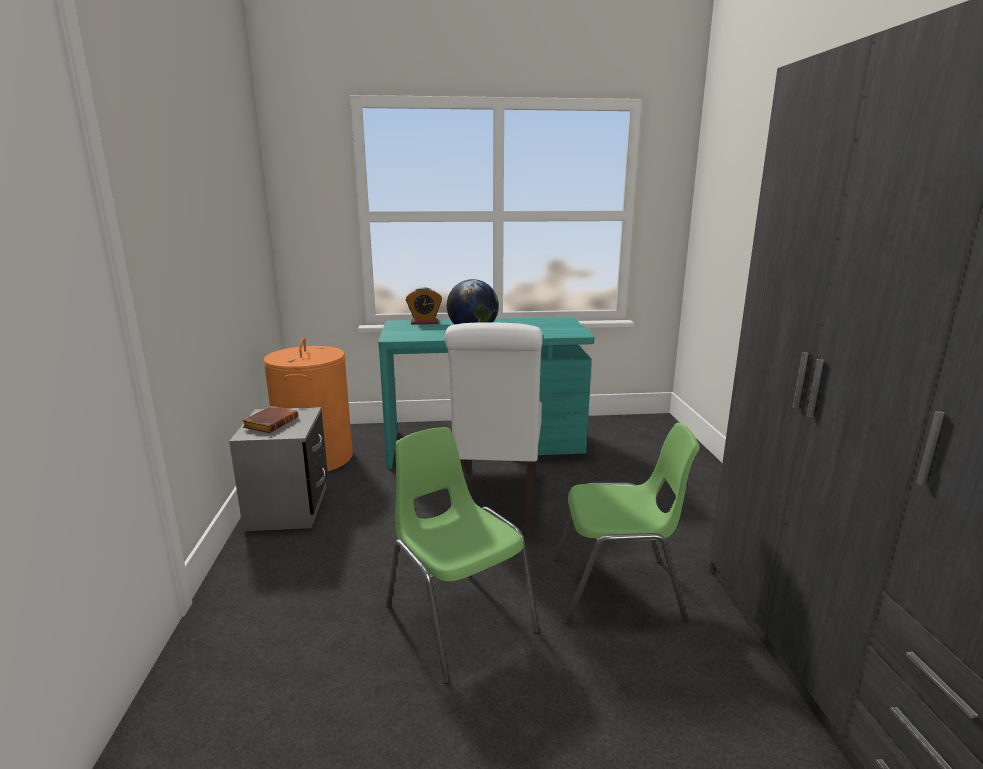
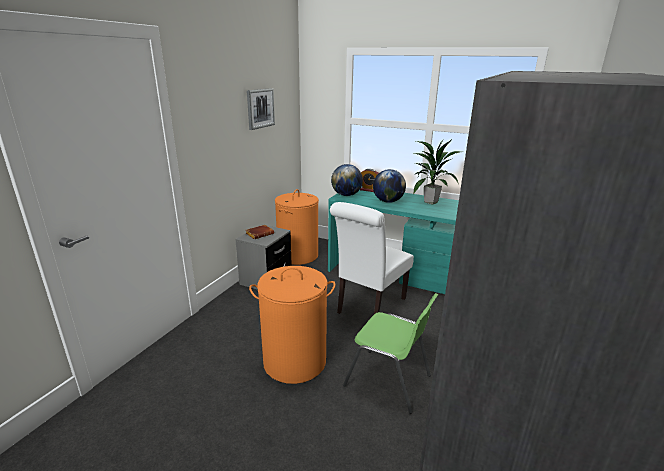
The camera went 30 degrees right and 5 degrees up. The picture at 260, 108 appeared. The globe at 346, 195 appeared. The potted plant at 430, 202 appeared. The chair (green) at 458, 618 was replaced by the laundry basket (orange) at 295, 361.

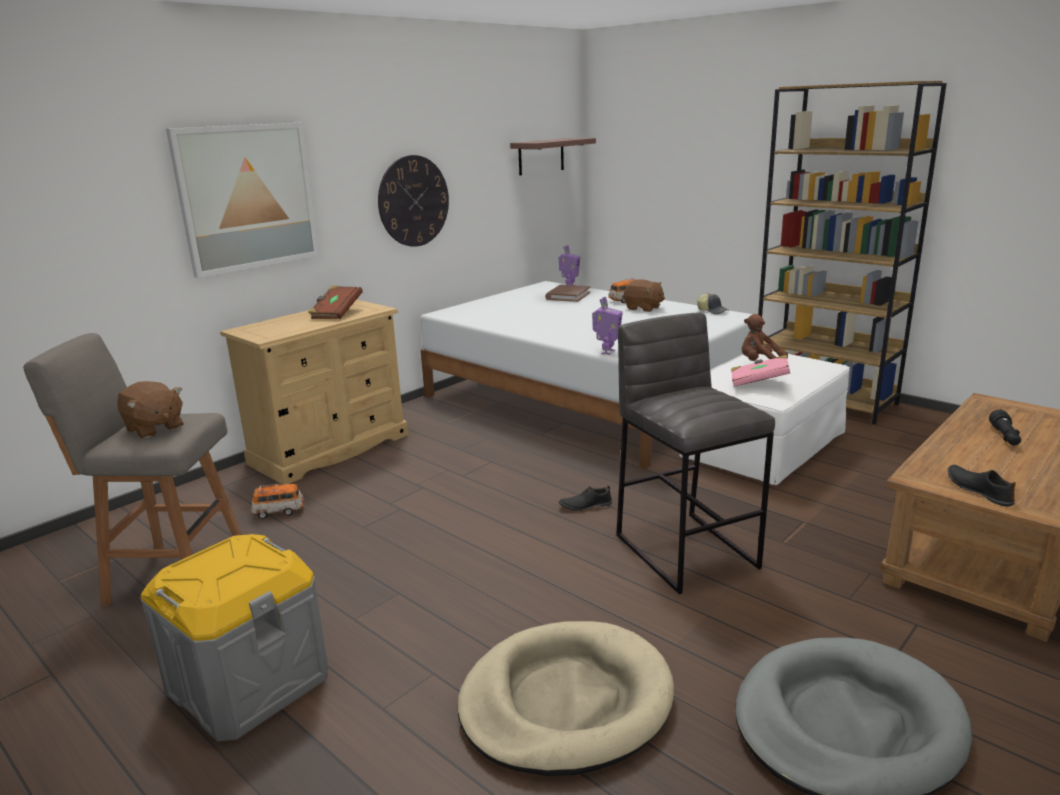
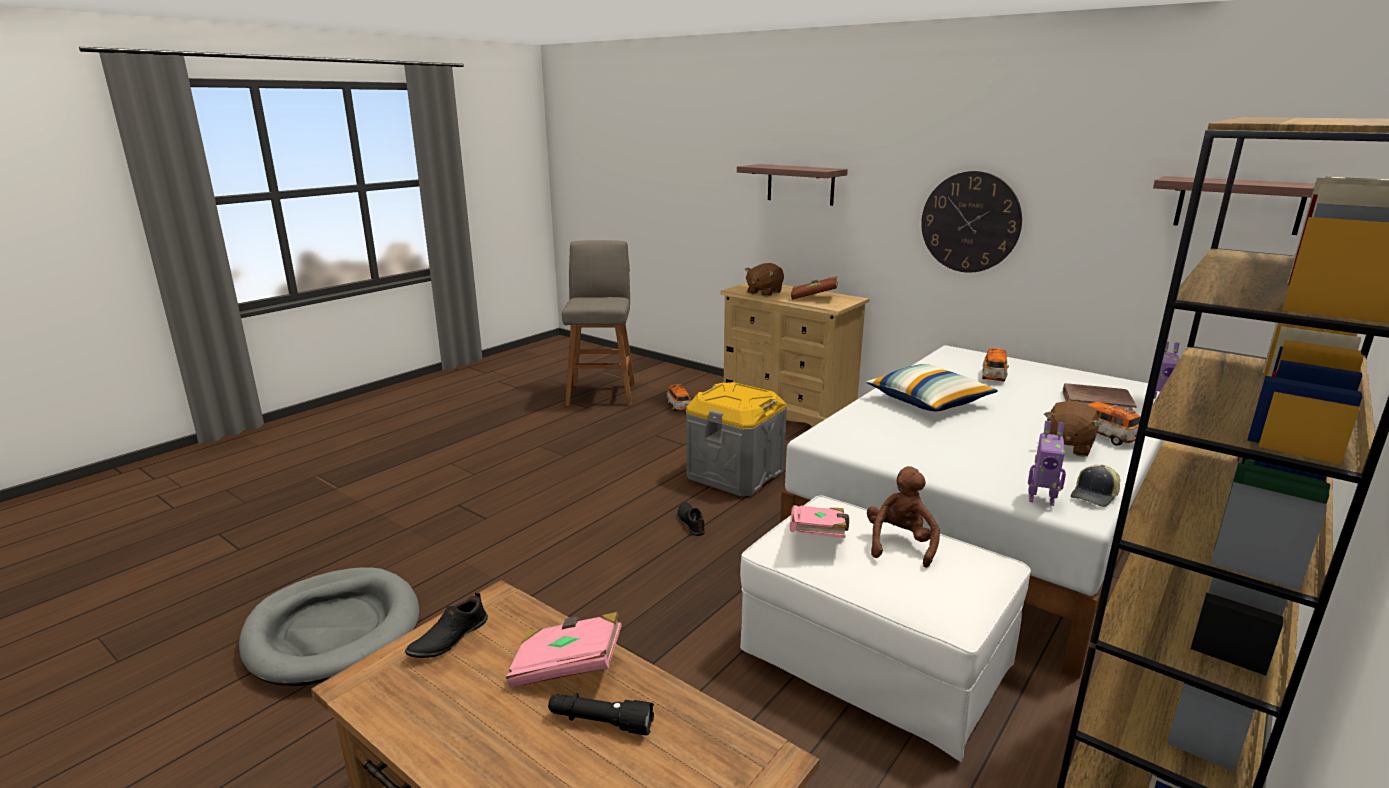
The camera went 85 degrees right and 0 degrees up. The dog bed (beige) at 565, 702 disappeared. The stool (grey) at 686, 550 disappeared. The book (pink) at 567, 667 appeared. The pillow at 929, 402 appeared. The toy car at 993, 377 appeared. The plush toy (brown) moved from 154, 428 to 764, 292. The storage box (grey) moved from 249, 683 to 735, 474. The toy robot moved from 607, 352 to 1041, 499. The picture at 247, 197 was replaced by the shelf at 800, 184. The shoe (black) at 978, 490 turned 150 degrees clockwise.

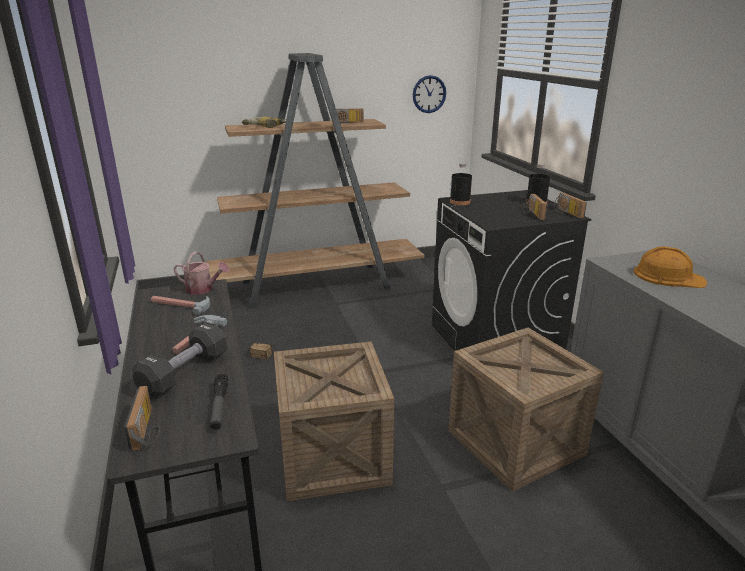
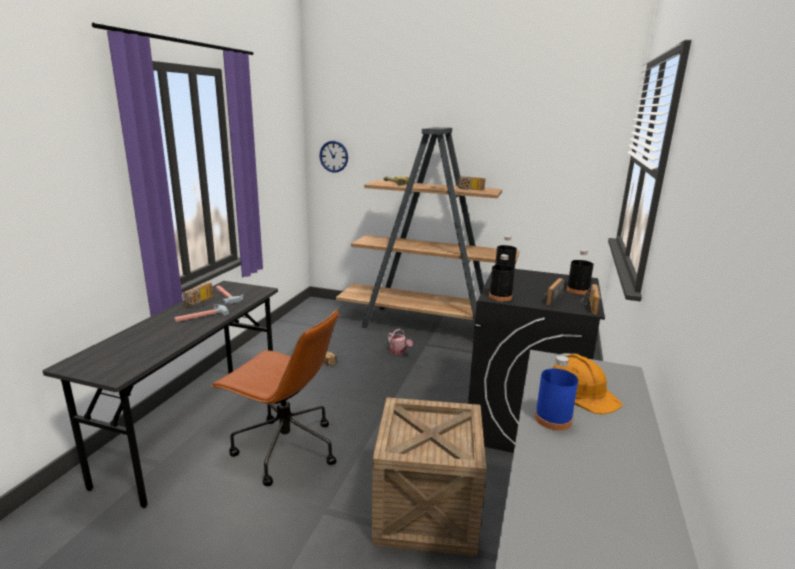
The camera went 35 degrees right and 5 degrees down. The dumbbell (black) at 184, 373 disappeared. The flashlight at 219, 407 disappeared. The bottle (black) at 500, 297 appeared. The bottle (blue) at 553, 419 appeared. The radio moved from 148, 429 to 200, 302. The watering can moved from 203, 289 to 398, 351. The wall clock moved from 429, 94 to 334, 156. The crate at 333, 456 was replaced by the office chair (brown) at 284, 449.

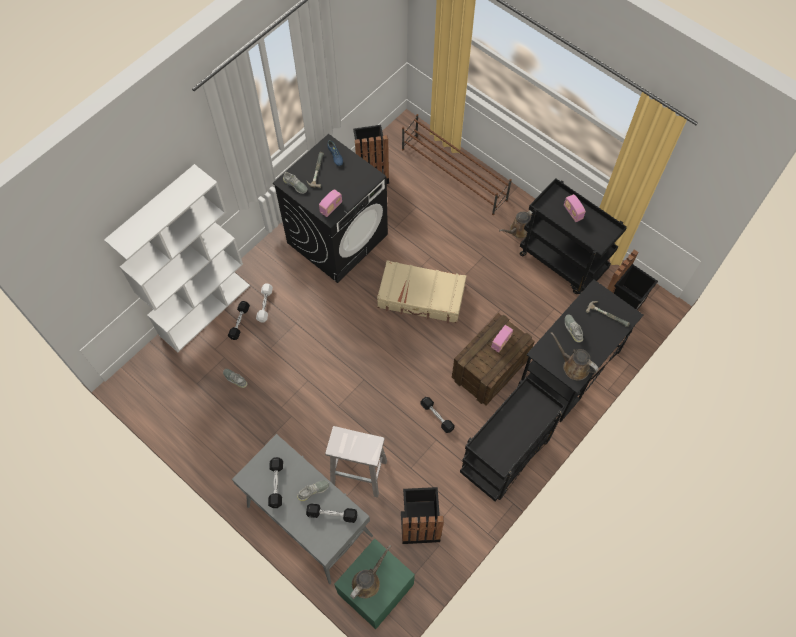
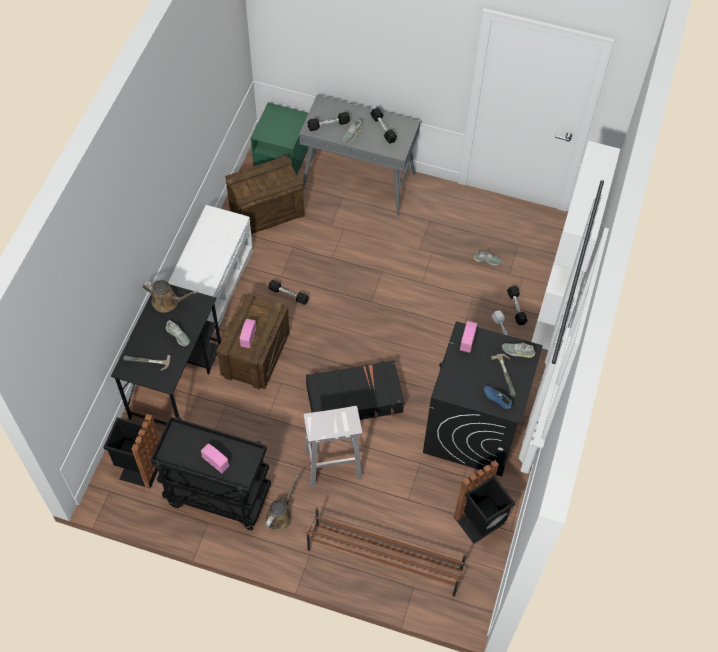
The camera went 155 degrees right and 5 degrees down. The watering can (brown) at 368, 581 disappeared. The stool (white) moved from 359, 473 to 332, 465. The trash can (black) at 419, 524 was replaced by the crate at 267, 210. The cart (black) at 505, 458 was replaced by the bench (white) at 212, 283. The suitcase (beige) at 421, 297 became the suitcase (black) at 354, 398.

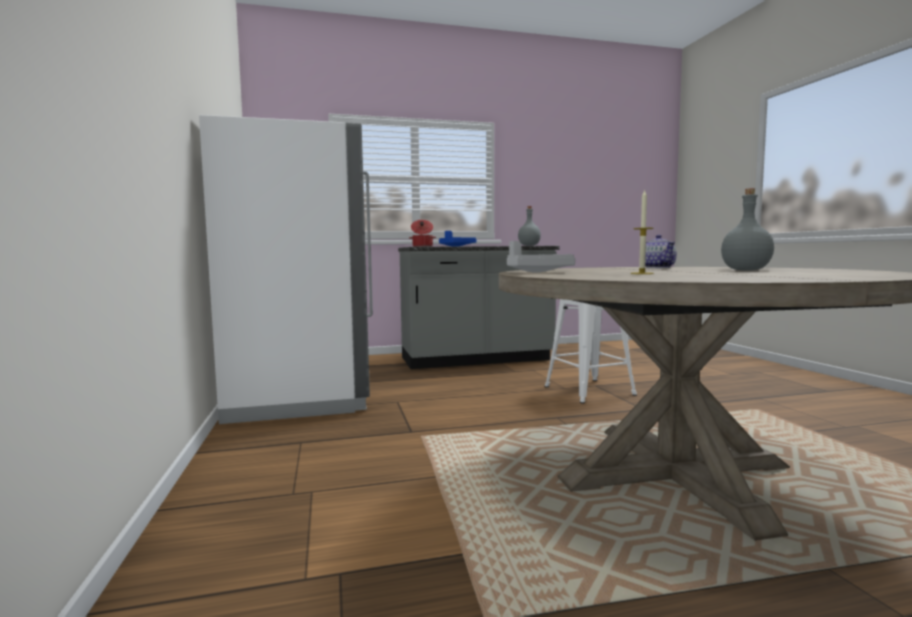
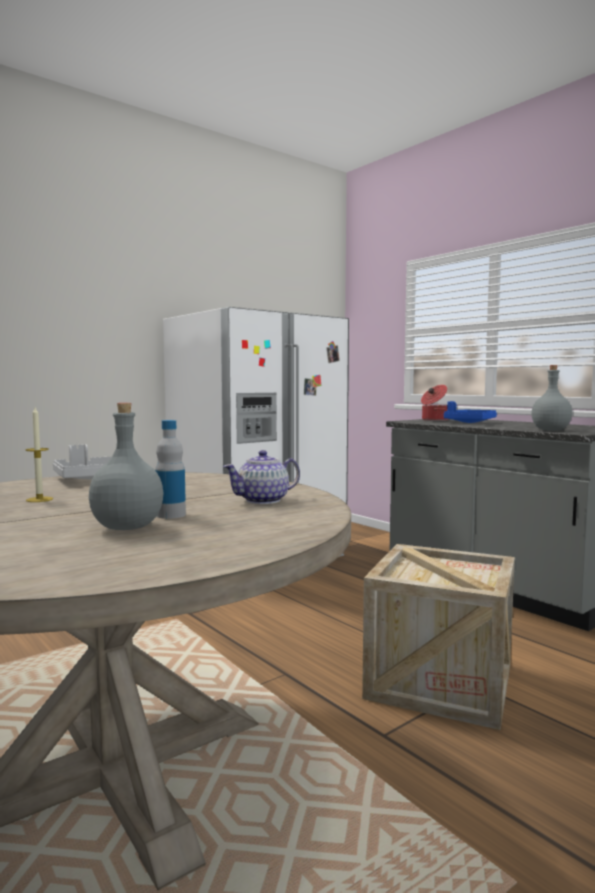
The camera went 65 degrees right and 0 degrees up. The bottle at 171, 515 appeared. The stool (white) at 589, 390 was replaced by the crate at 440, 681.

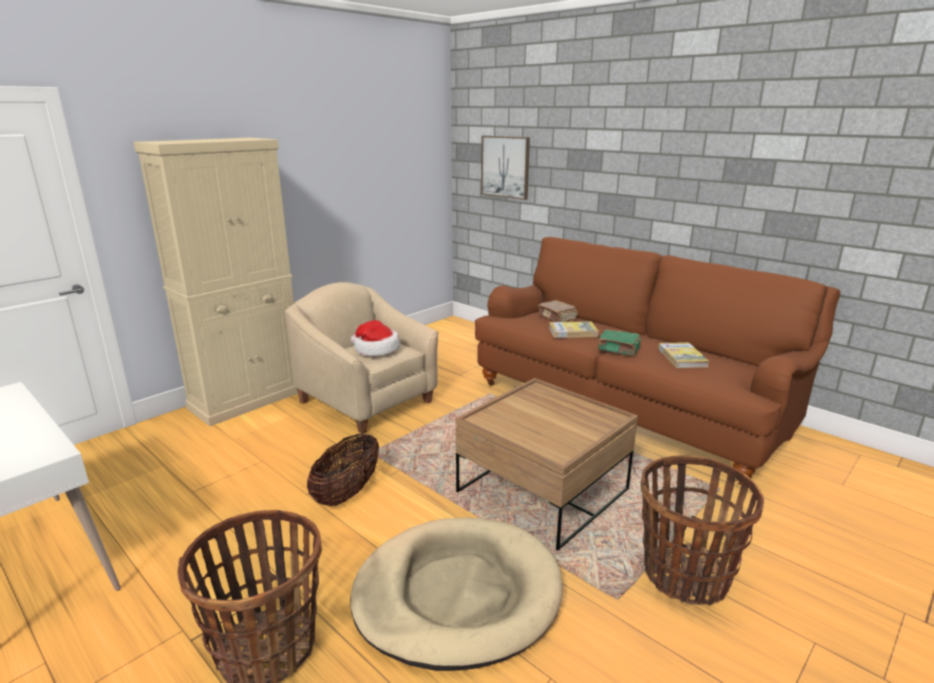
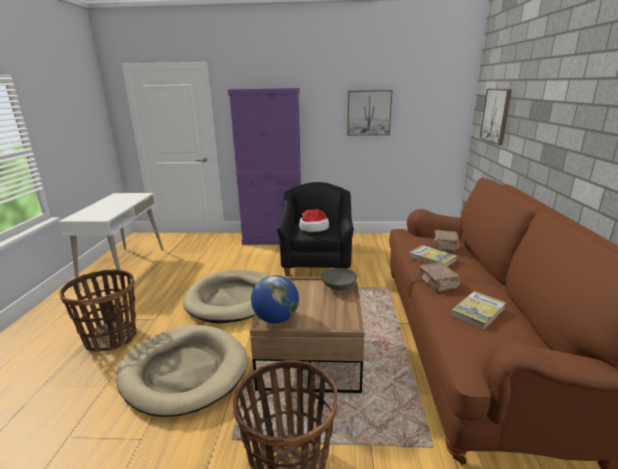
The camera went 50 degrees right and 0 degrees up. The globe at 276, 319 appeared. The bowl (grey) at 338, 288 appeared. The picture at 369, 113 appeared. The basket at 347, 492 was replaced by the dog bed (beige) at 233, 298. The cabinet (beige) at 248, 399 became the cabinet (purple) at 273, 239. The armchair (beige) at 368, 401 became the armchair (black) at 317, 262. The book (green) at 619, 350 became the book (brown) at 437, 283.

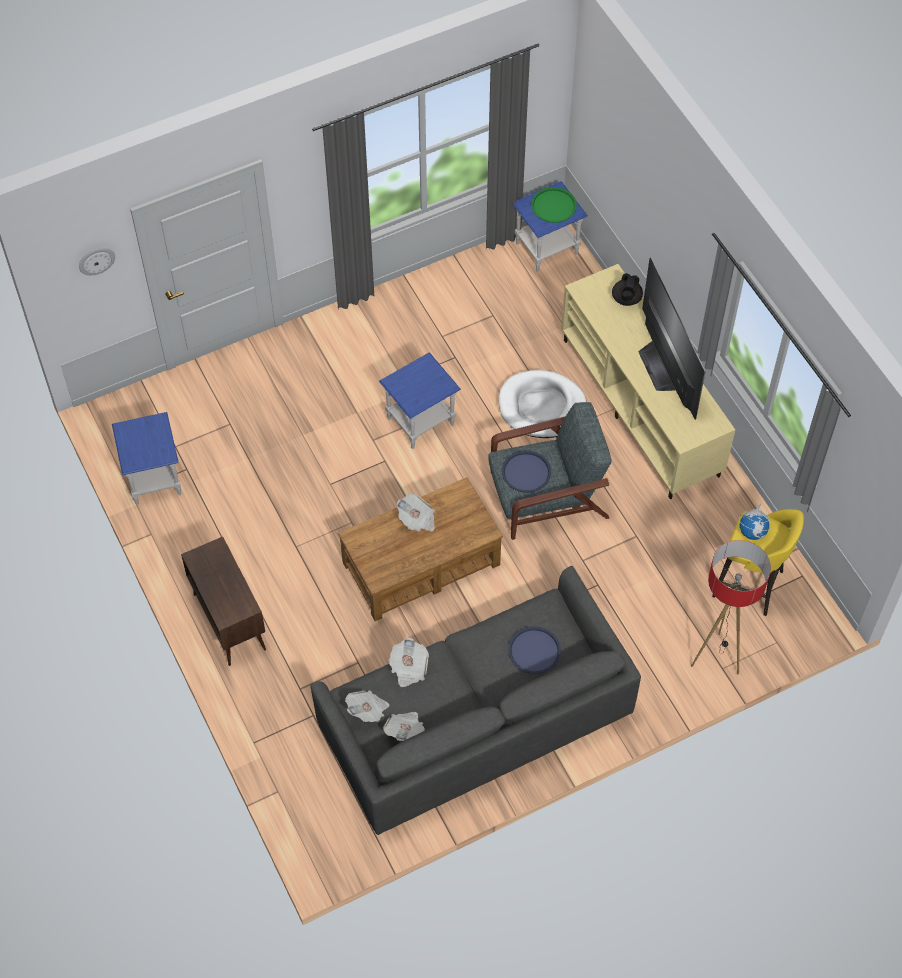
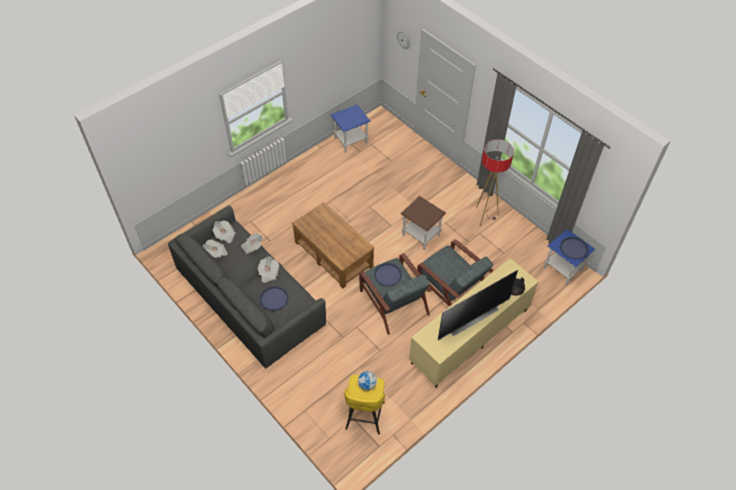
The camera went 75 degrees right and 5 degrees down. The cabinet (brown) at 229, 621 disappeared. The newspaper moved from 417, 519 to 268, 273. The floor lamp moved from 716, 658 to 485, 216. The dog bed (white) at 542, 407 was replaced by the armchair (grey) at 451, 288. The side table (blue) at 421, 421 became the side table (brown) at 421, 235. The tray (green) at 553, 205 became the tray (blue) at 574, 248.

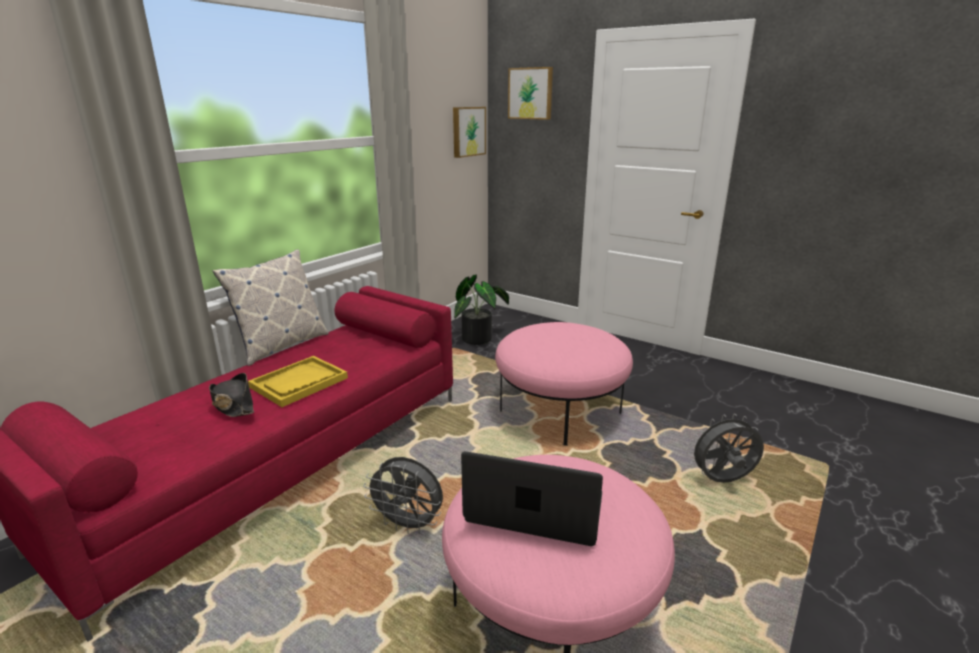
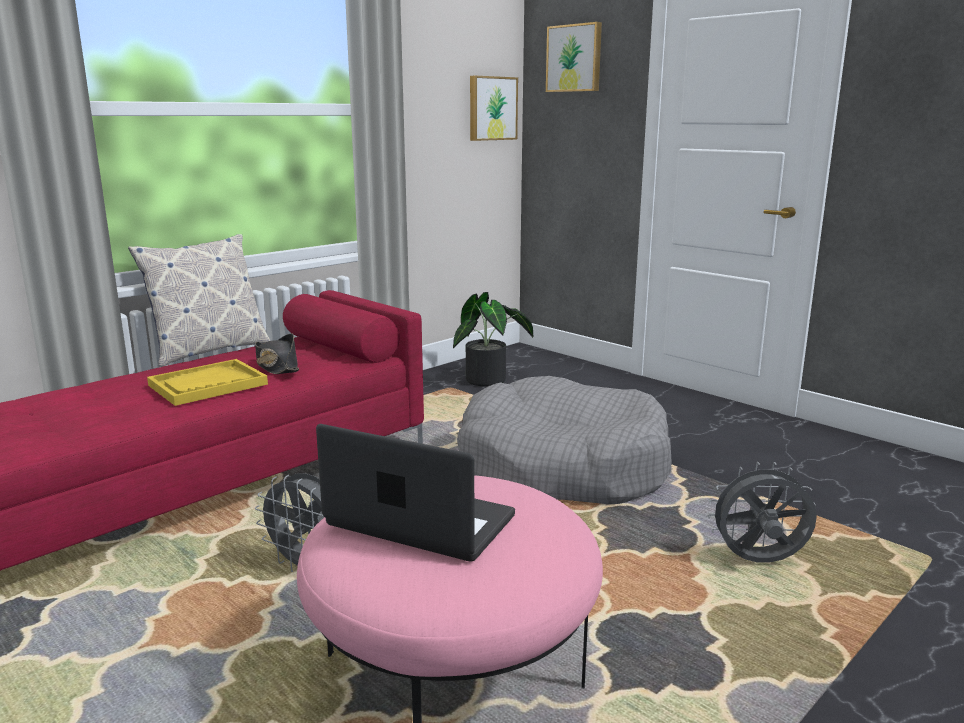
The camera went 10 degrees right and 5 degrees down. The hat (black) moved from 233, 404 to 277, 366. The ottoman (pink) at 560, 411 was replaced by the dog bed (grey) at 562, 465.

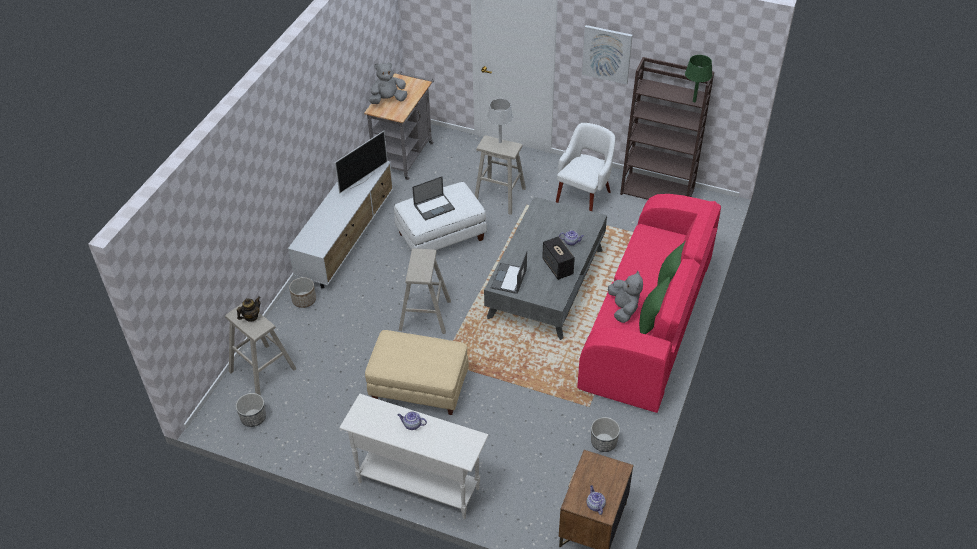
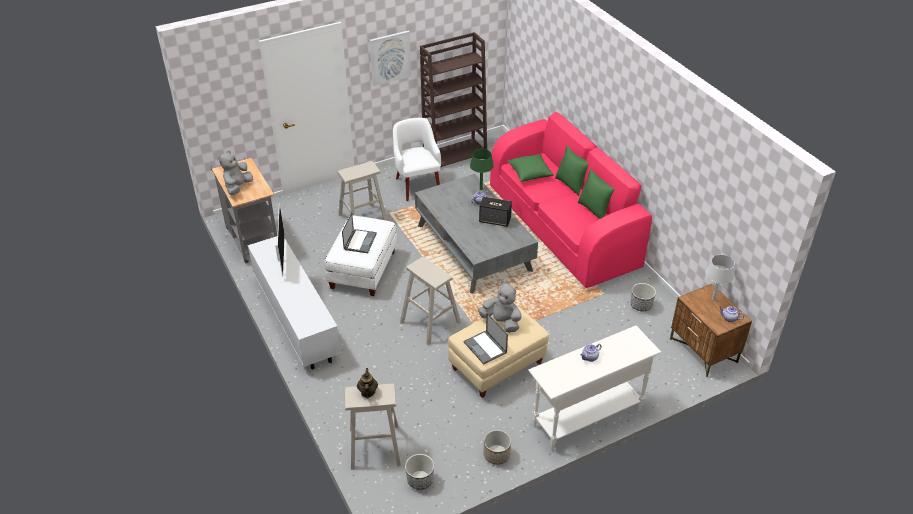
The camera went 50 degrees left and 5 degrees down. The pillow (green) at 529, 174 appeared. The planter moved from 304, 300 to 496, 454. The table lamp (grey) moved from 500, 142 to 713, 299. The laptop moved from 509, 279 to 485, 347. The plush toy (grey) moved from 623, 308 to 501, 322. The table lamp (green) moved from 694, 101 to 481, 189.

